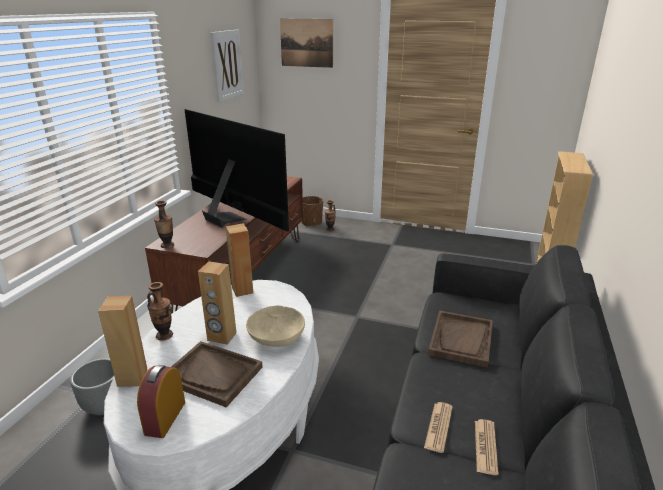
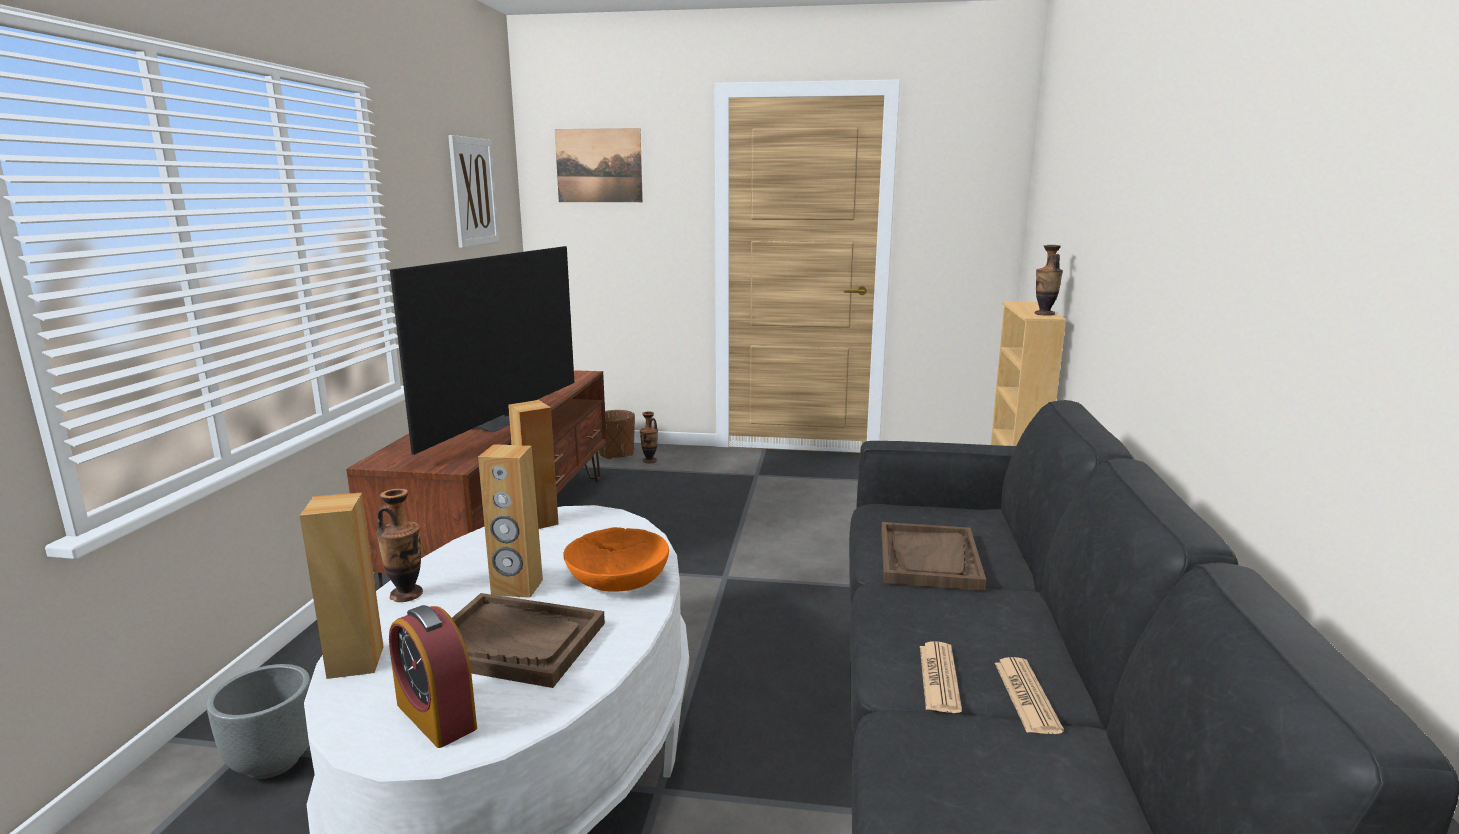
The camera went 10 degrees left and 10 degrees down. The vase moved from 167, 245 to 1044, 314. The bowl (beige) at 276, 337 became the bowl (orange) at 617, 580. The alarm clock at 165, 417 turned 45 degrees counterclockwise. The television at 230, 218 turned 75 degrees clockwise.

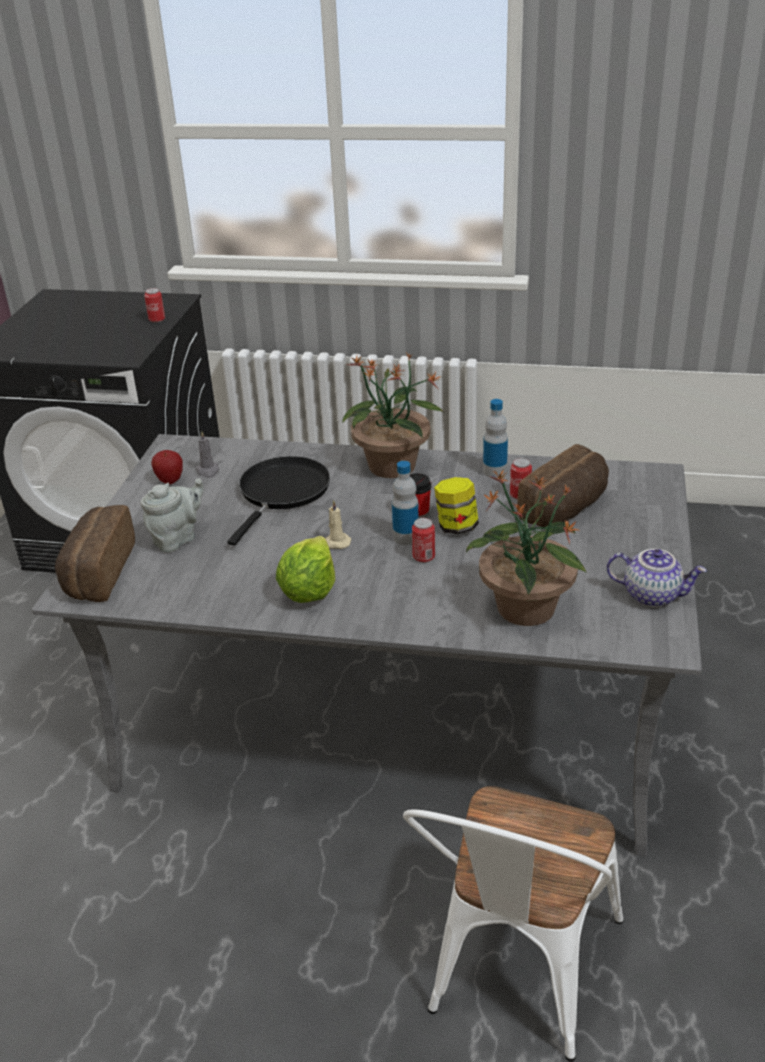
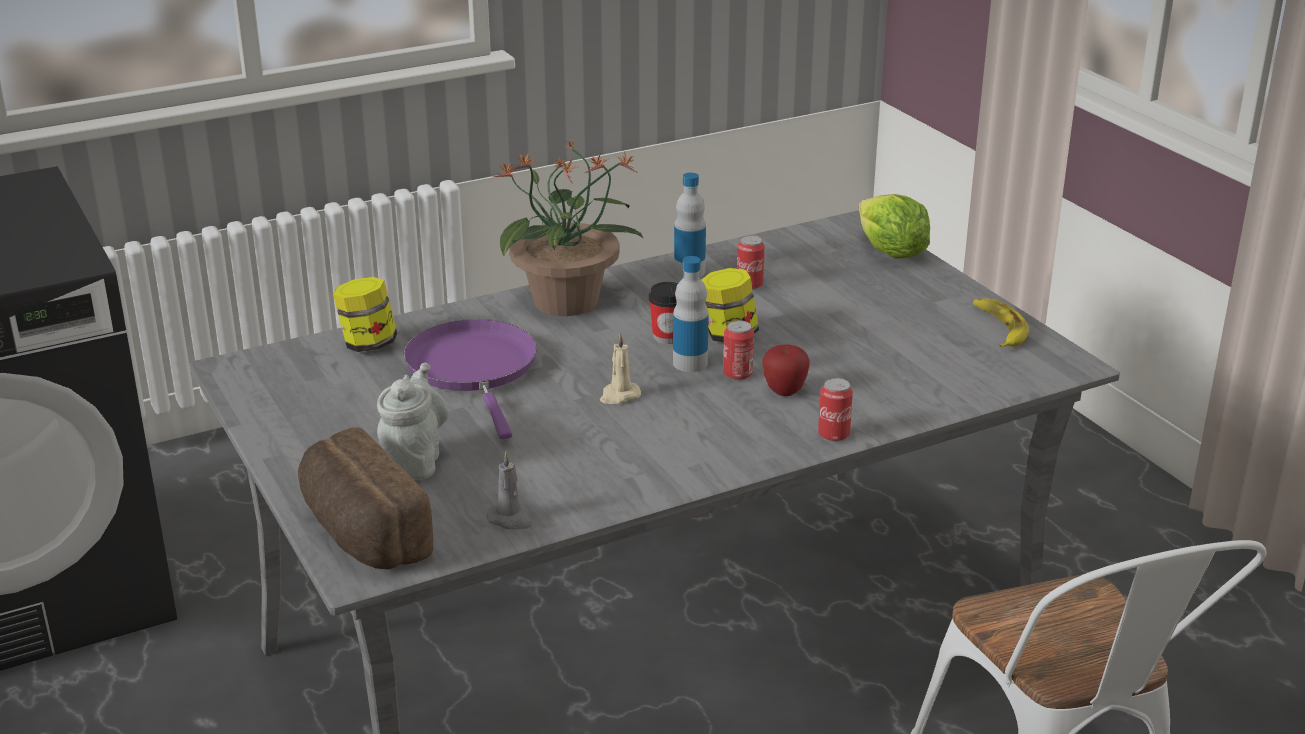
The camera went 40 degrees left and 5 degrees down. The potted plant at 525, 609 disappeared. The bread at 566, 509 disappeared. The jar at 368, 344 appeared. The can moved from 157, 320 to 833, 435. The apple moved from 170, 481 to 784, 391. The candle (grey) moved from 208, 471 to 511, 519. The lettuce moved from 309, 591 to 890, 253. The teapot at 652, 595 was replaced by the banana at 999, 328. The frying pan (black) at 282, 493 became the frying pan (purple) at 474, 369.

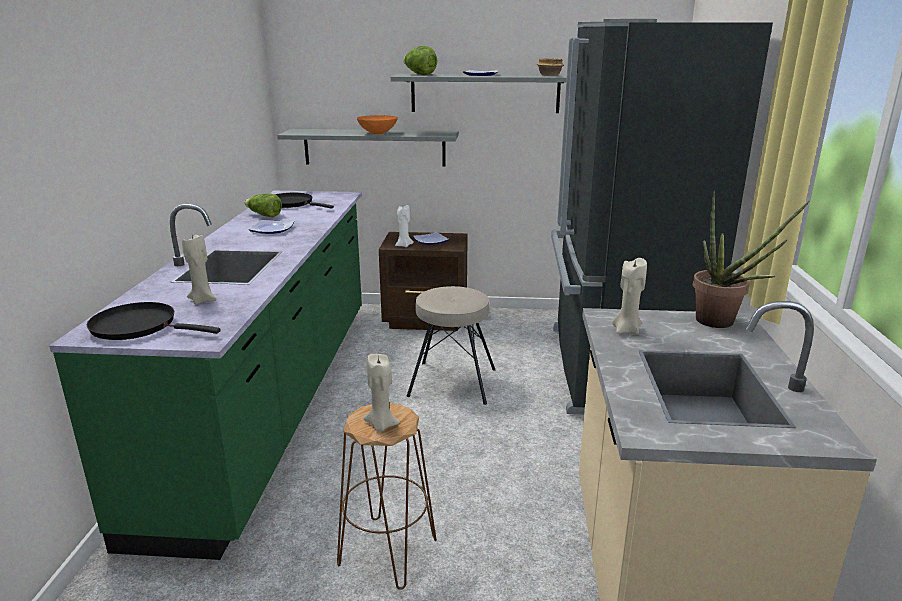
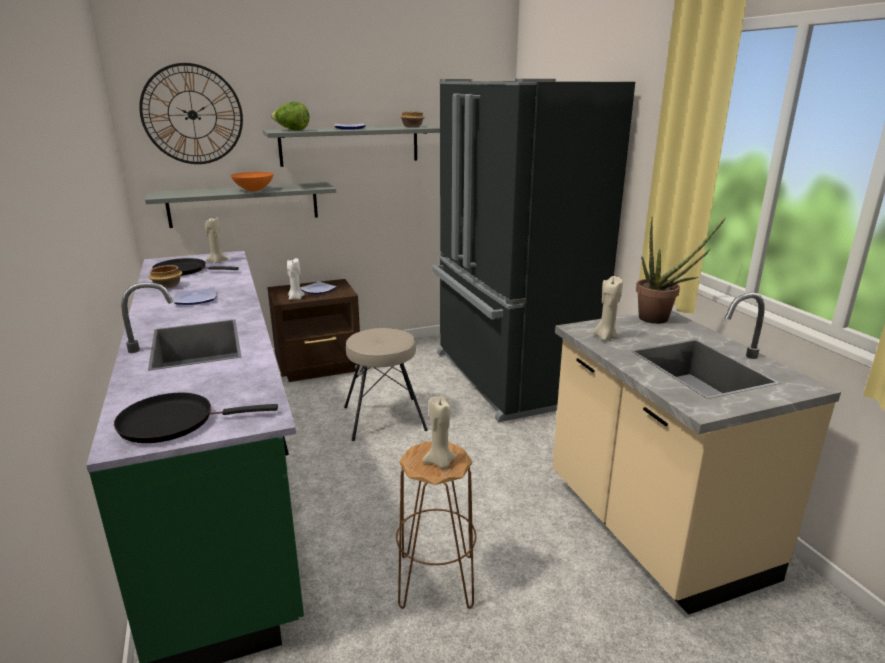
The camera went 25 degrees left and 0 degrees up. The wall clock at 192, 115 appeared. The candle (beige) moved from 203, 300 to 217, 261. The lettuce at 264, 215 was replaced by the bowl at 167, 286.

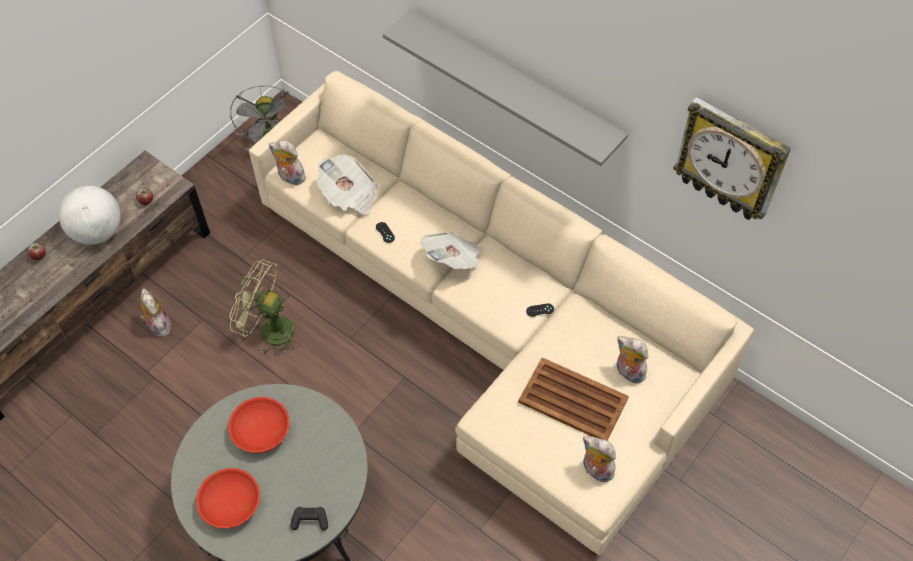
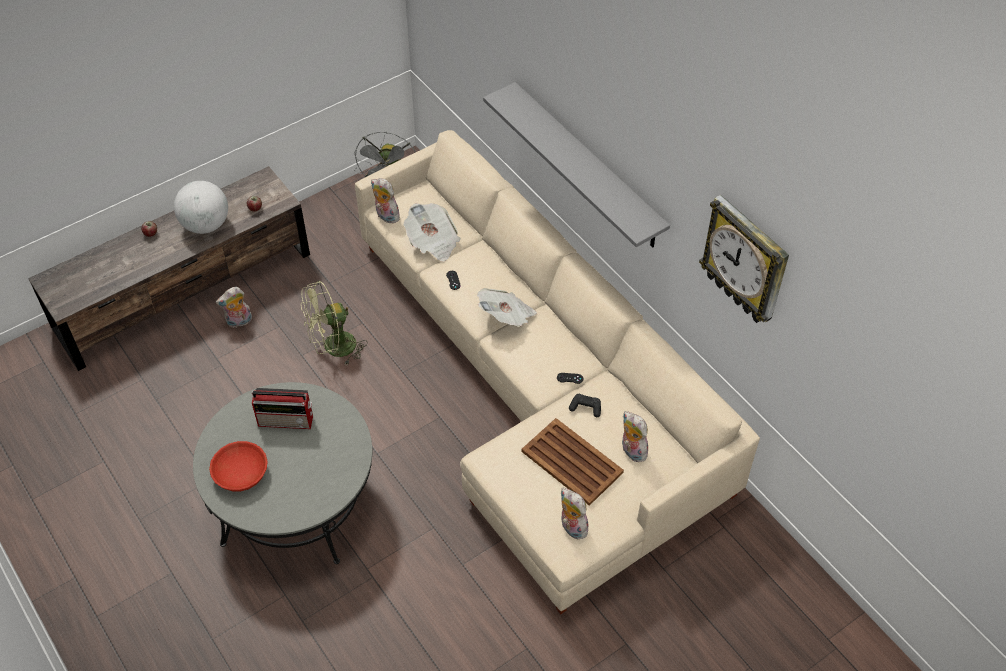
The camera went 15 degrees right and 5 degrees down. The game controller (black) moved from 310, 520 to 585, 408. The bowl (red) at 261, 431 was replaced by the radio at 287, 420. The plush toy at 158, 325 turned 105 degrees counterclockwise. The fan (green) at 269, 330 turned 60 degrees counterclockwise.

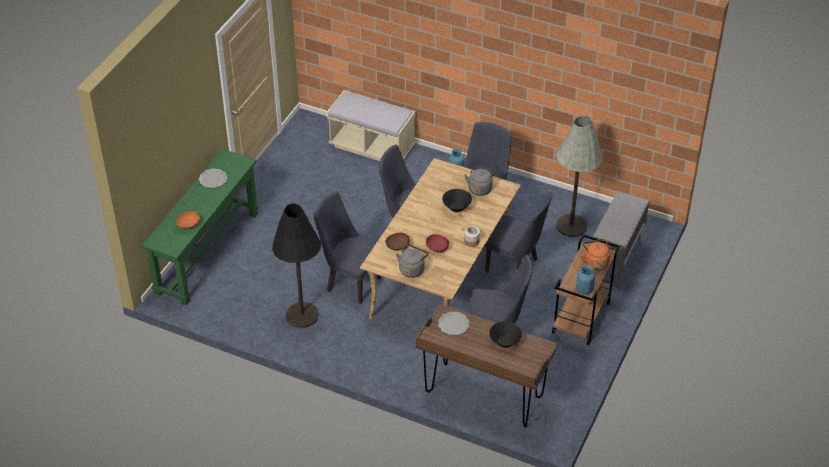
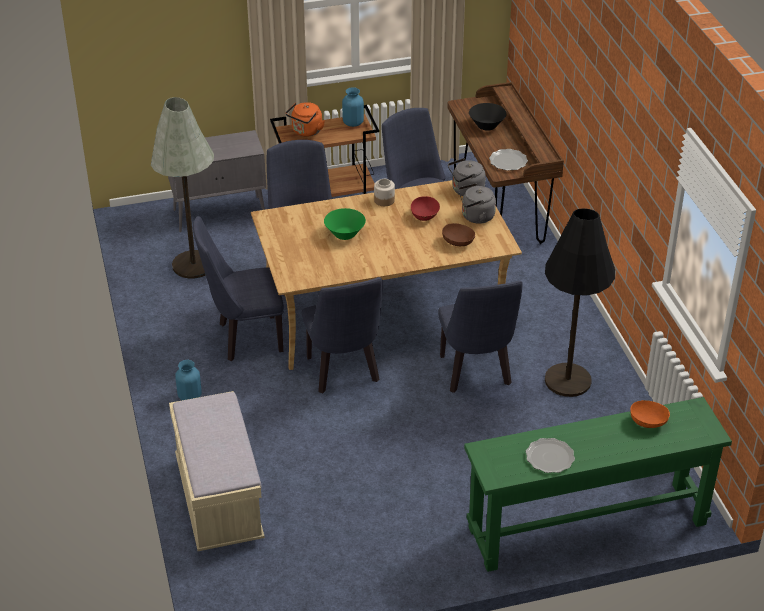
The camera went 130 degrees left and 5 degrees down. The kettle (grey) moved from 480, 188 to 466, 191. The bowl (black) at 456, 207 became the bowl (green) at 344, 234.

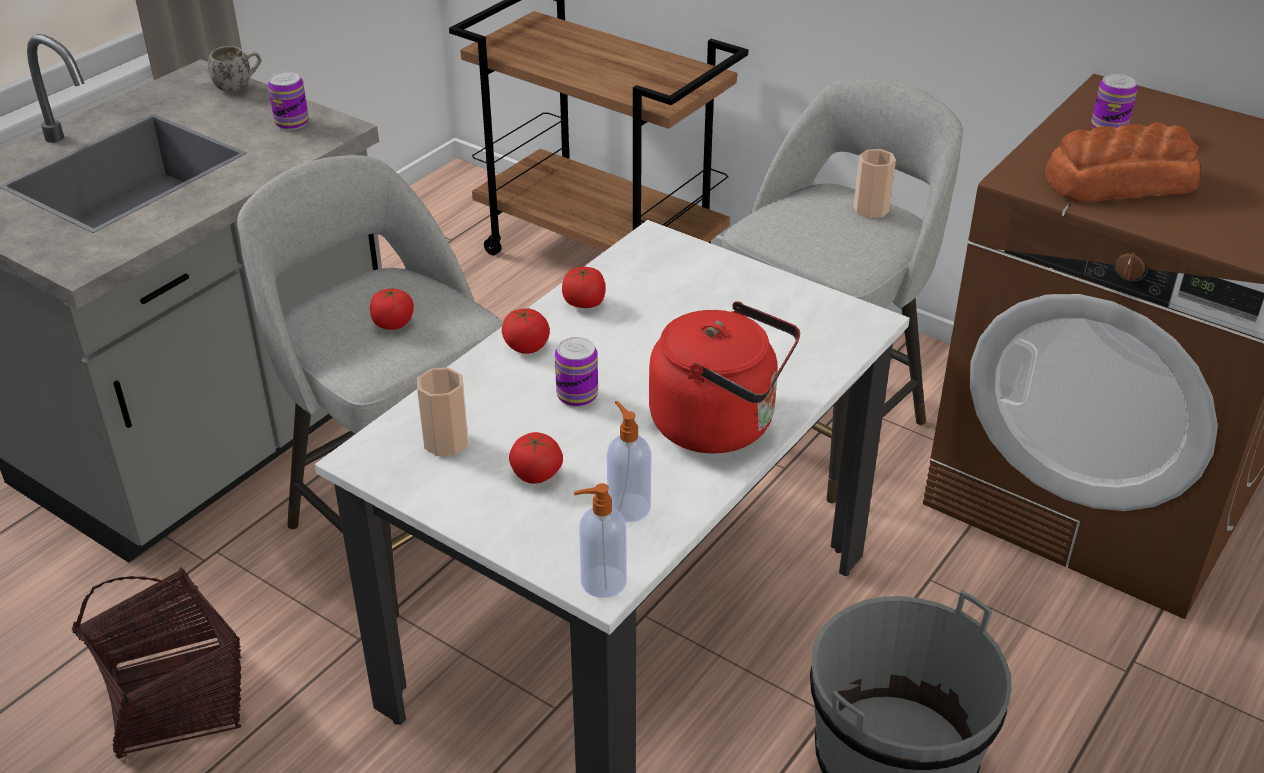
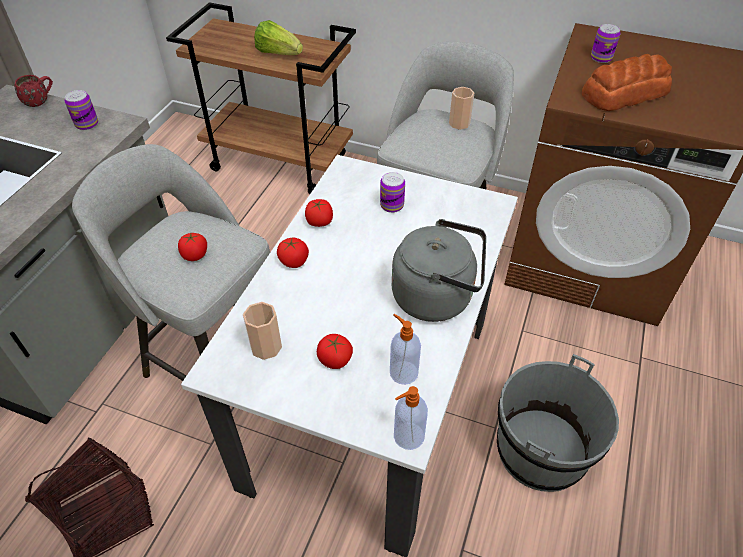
The camera went 15 degrees left and 10 degrees up. The lettuce at 278, 53 appeared. The can moved from 577, 395 to 392, 205. The mug (white) at 239, 86 became the mug (red) at 41, 101. The kettle (red) at 720, 425 became the kettle (grey) at 437, 296.

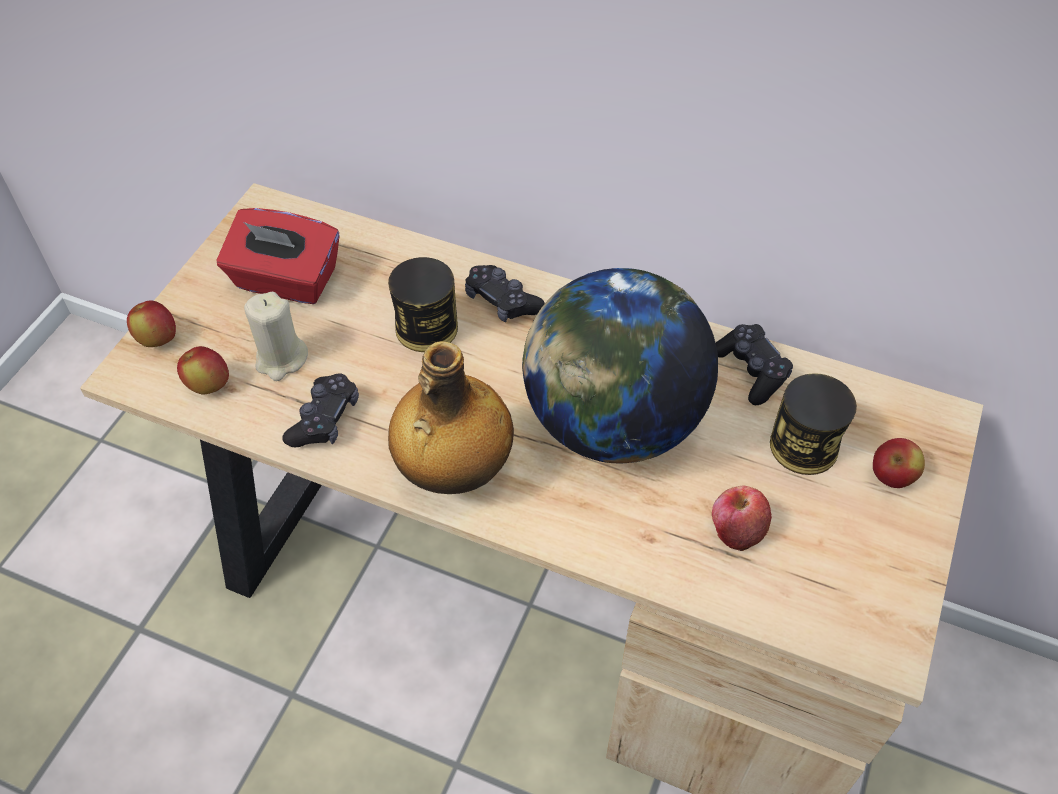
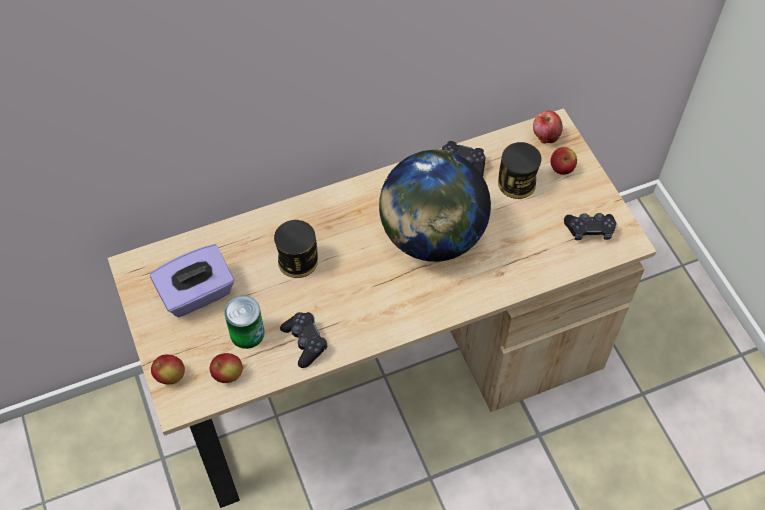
The camera went 45 degrees left and 5 degrees up. The bottle at 453, 472 disappeared. The game controller (black) moved from 502, 301 to 589, 230. The apple moved from 736, 530 to 545, 135. The candle (beige) at 281, 359 was replaced by the can at 247, 333. The tissue box (red) at 286, 281 became the tissue box (purple) at 197, 294.

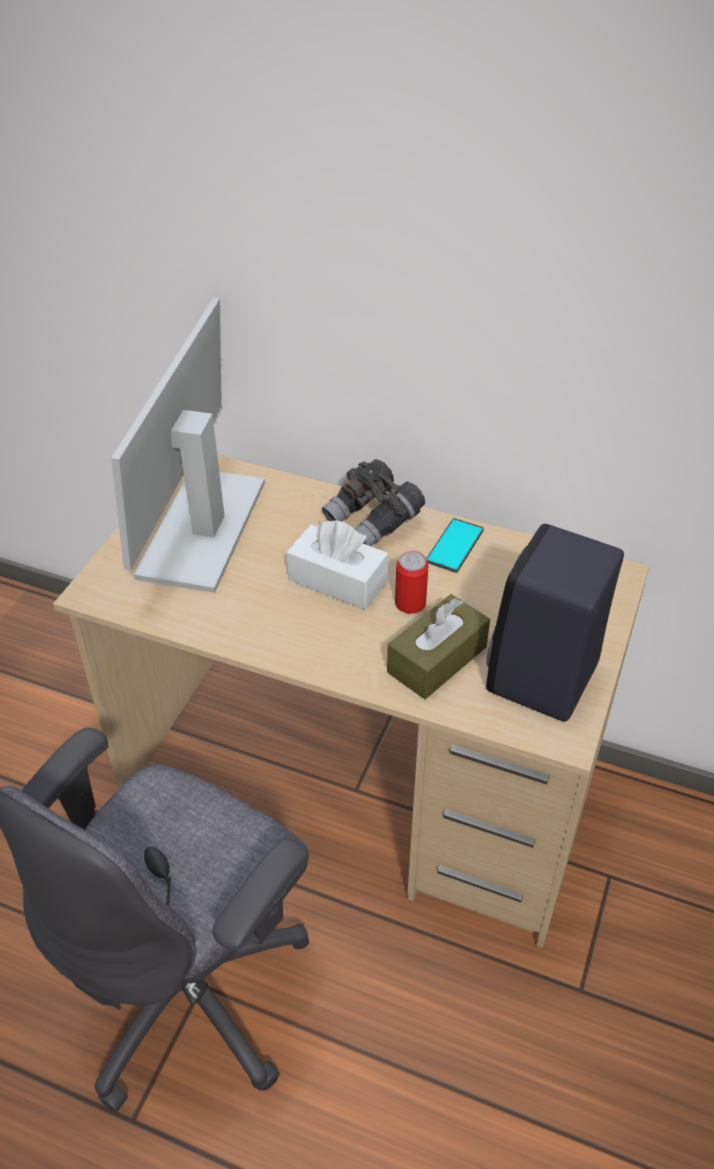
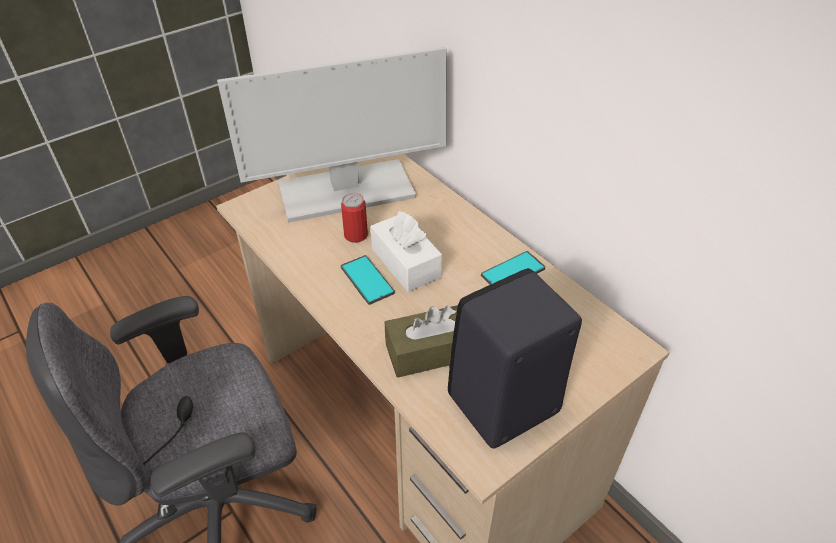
The camera went 30 degrees right and 0 degrees up. The binoculars (grey) at 373, 521 disappeared. The phone at 367, 280 appeared. The can moved from 410, 603 to 356, 235. The monitor at 202, 528 turned 150 degrees counterclockwise.

